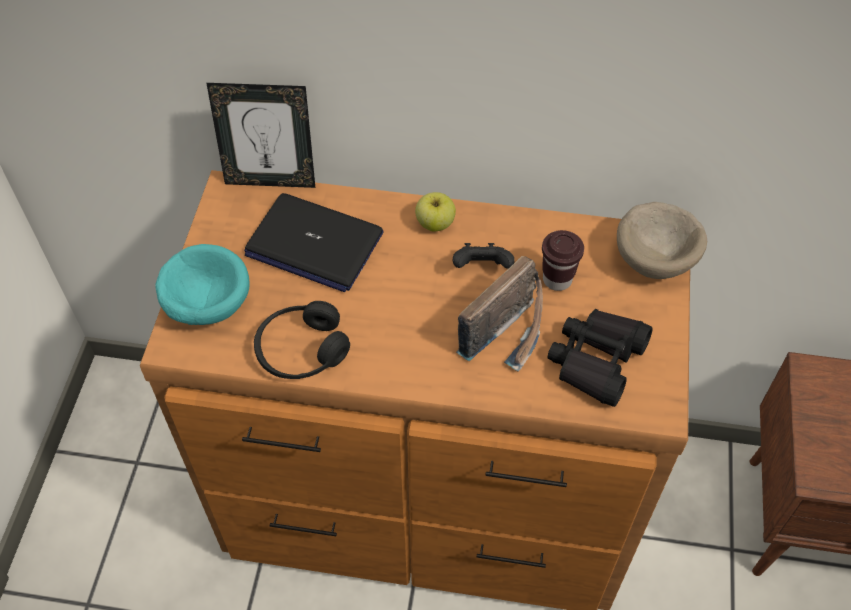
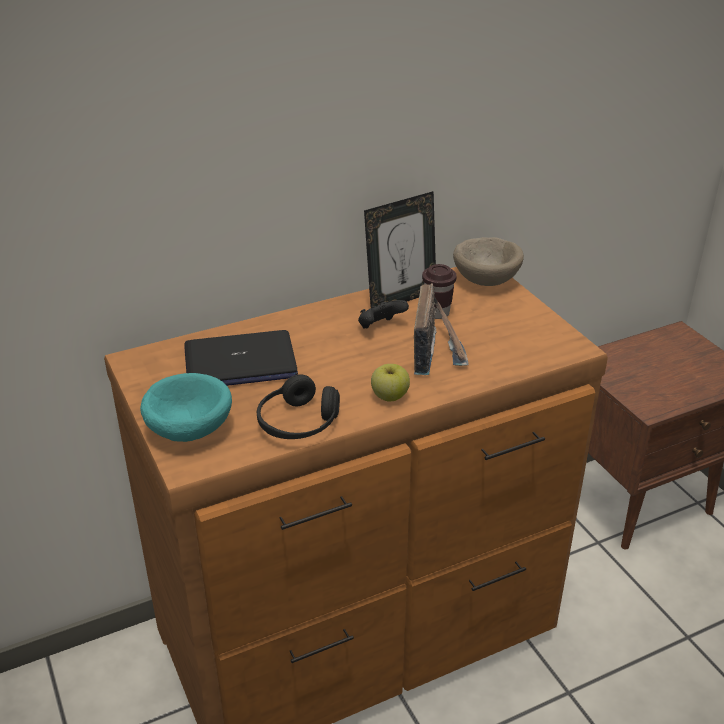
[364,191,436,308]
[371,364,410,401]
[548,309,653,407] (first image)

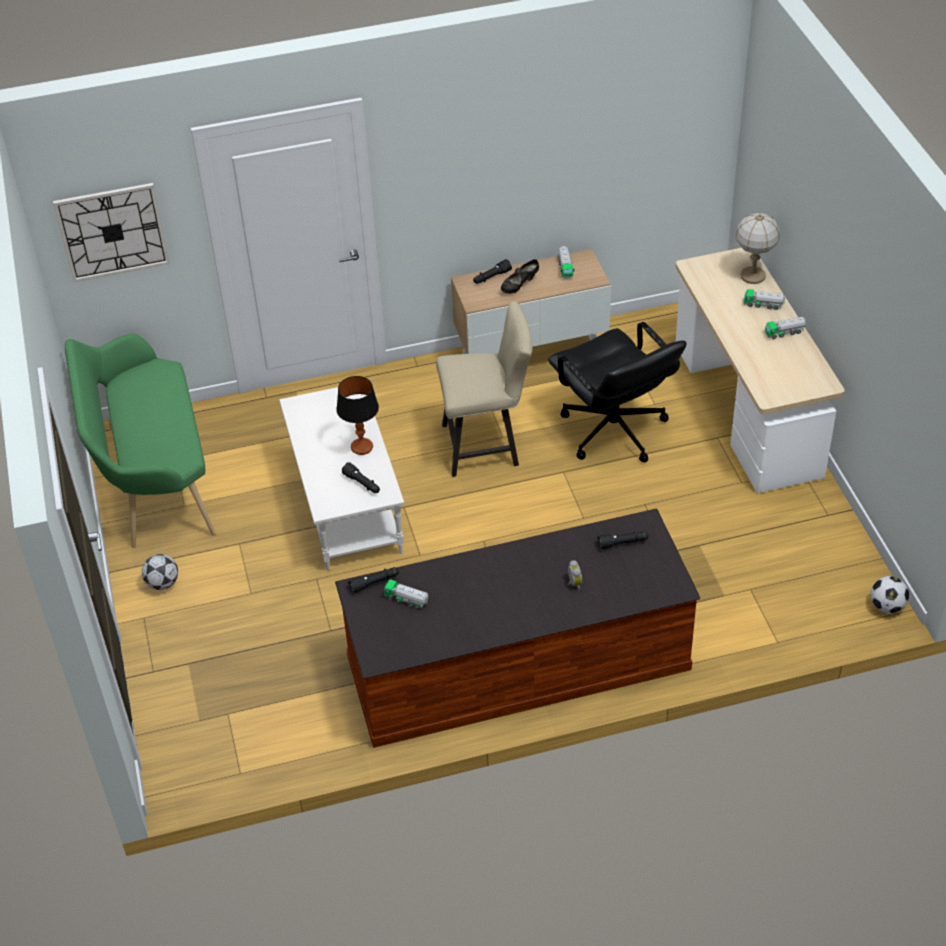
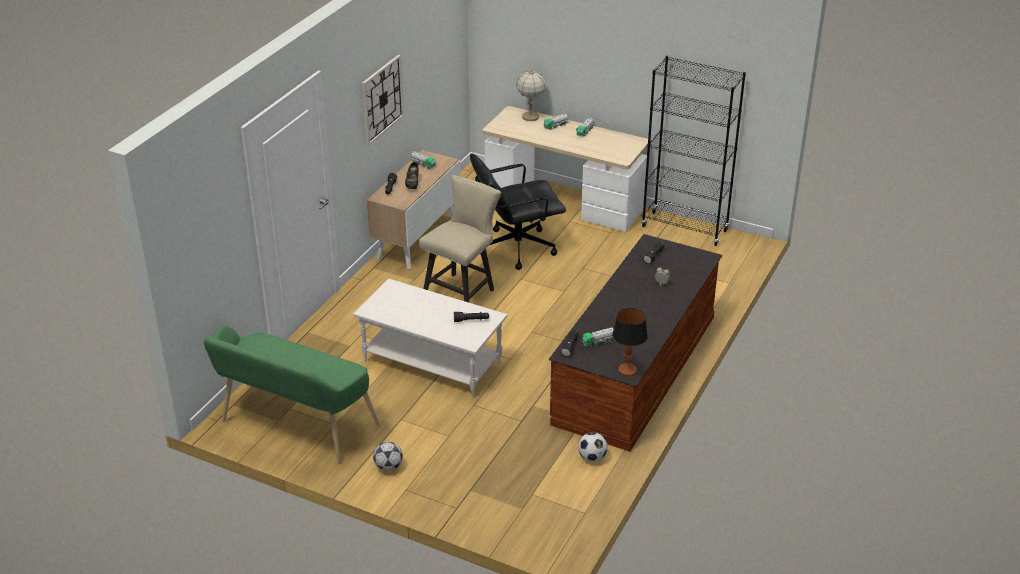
[362,55,404,146]
[612,308,648,376]
[470,153,566,270]
[578,432,608,462]
[641,56,746,246]

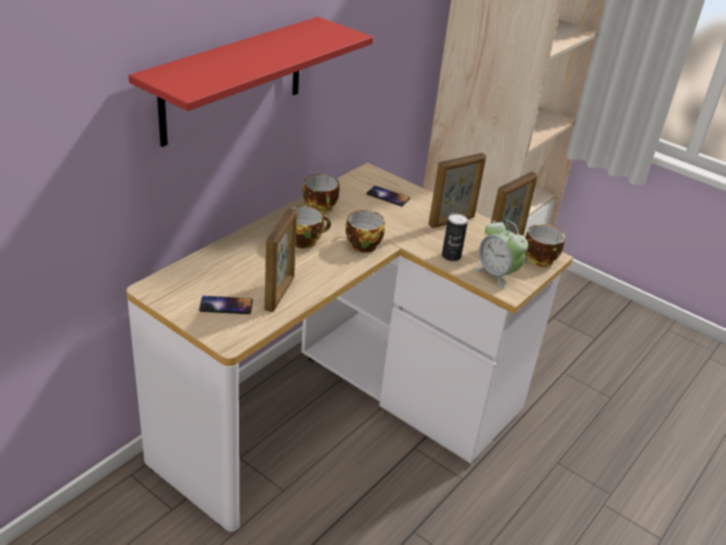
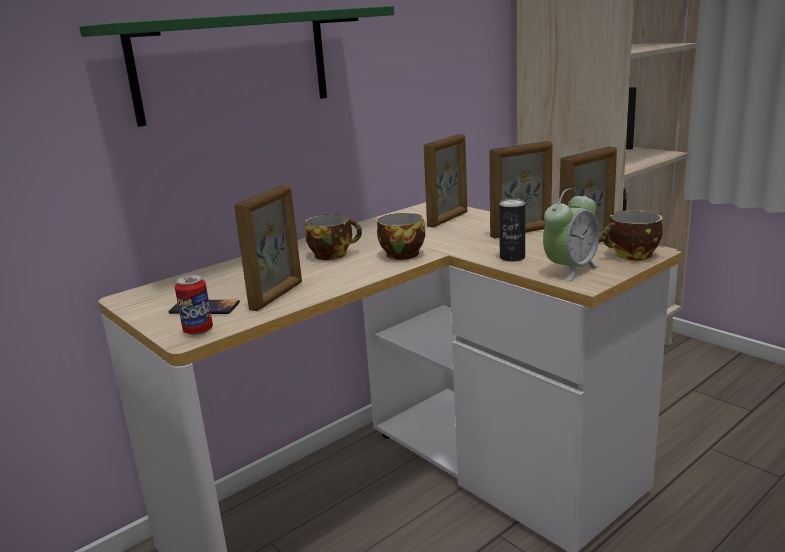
[79,6,394,127]
[303,174,339,214] (first image)
[424,134,467,228]
[543,188,600,282]
[175,275,213,335]

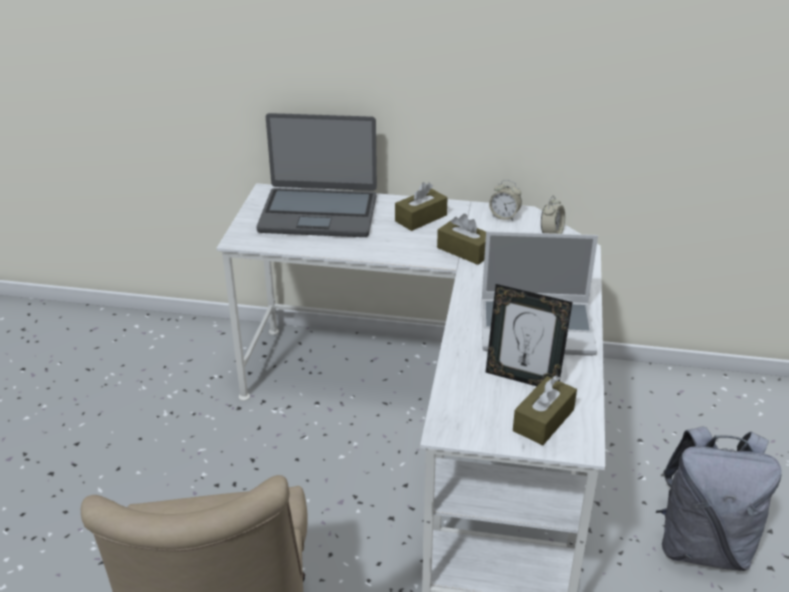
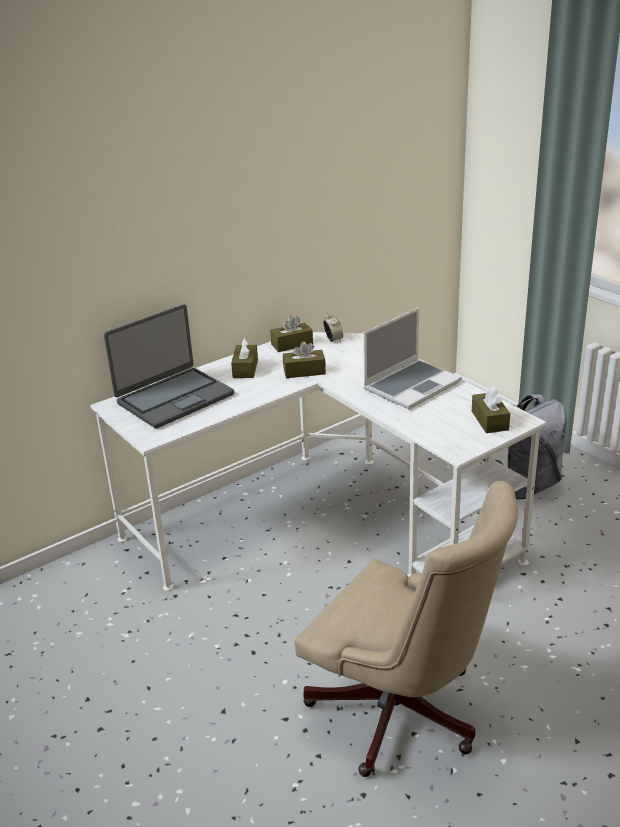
[486,284,573,386] (first image)
[270,315,313,352]

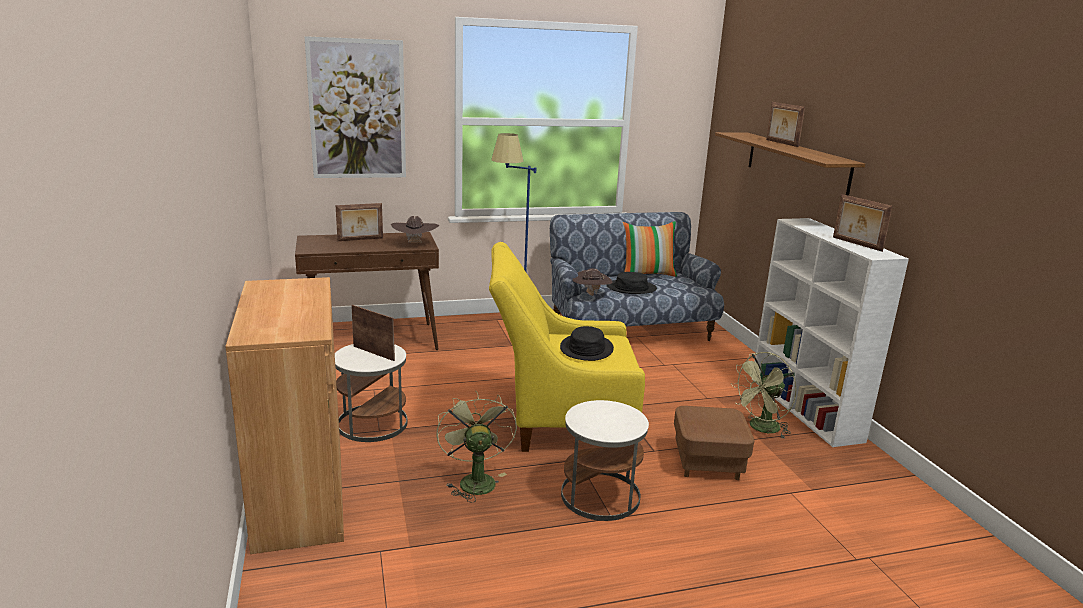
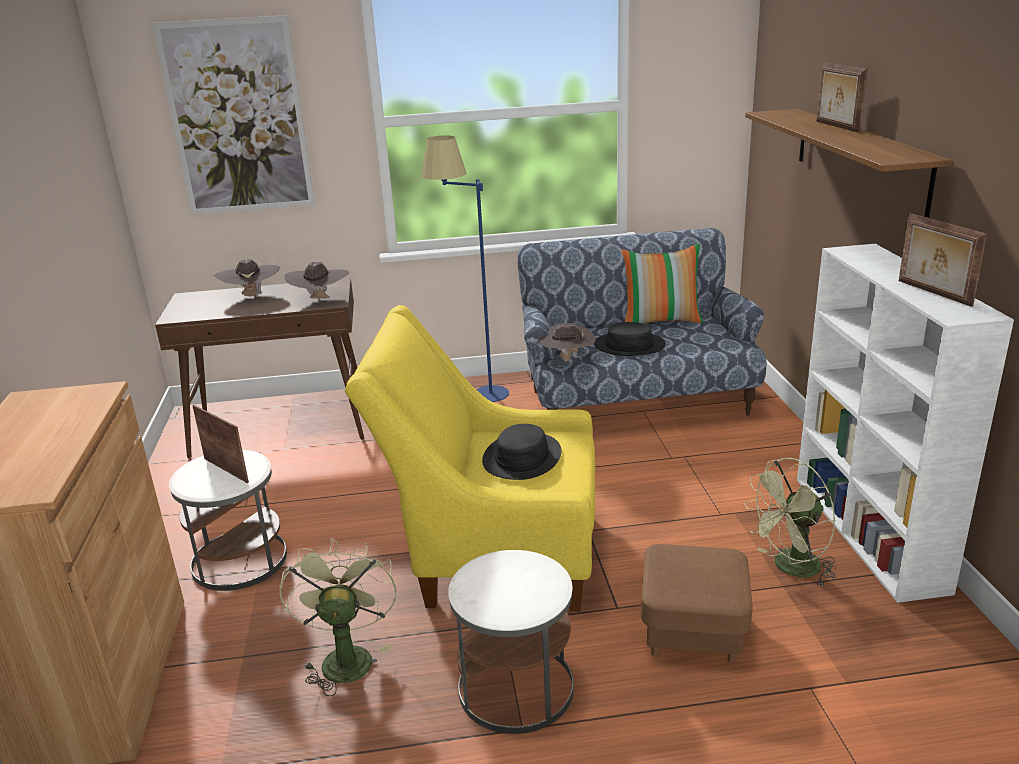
[214,259,280,297]

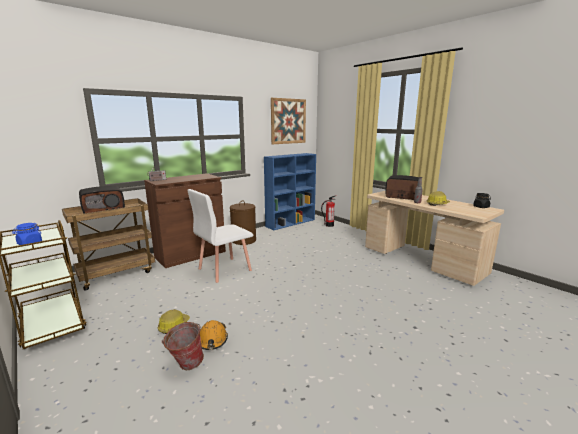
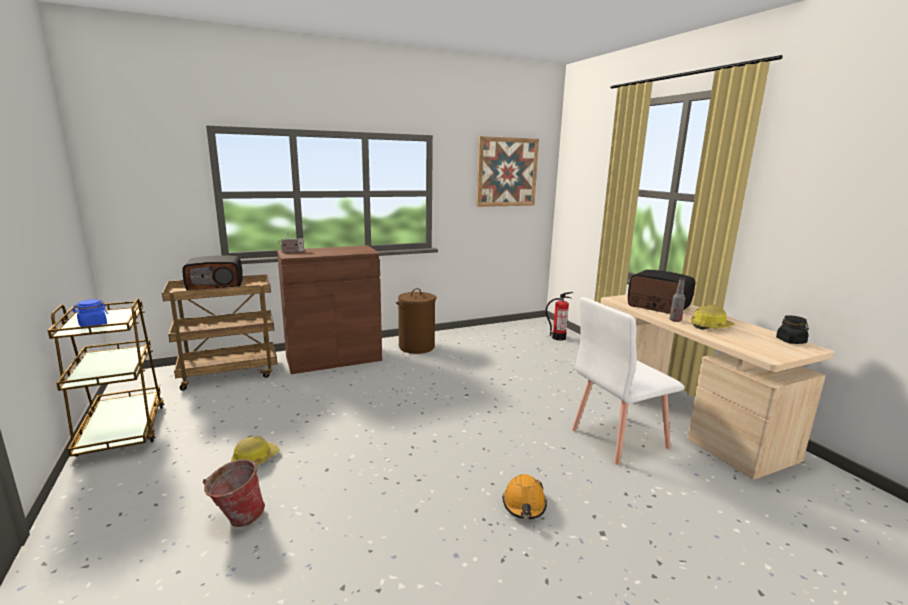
[572,297,685,465]
[502,474,547,519]
[264,153,316,230] (first image)

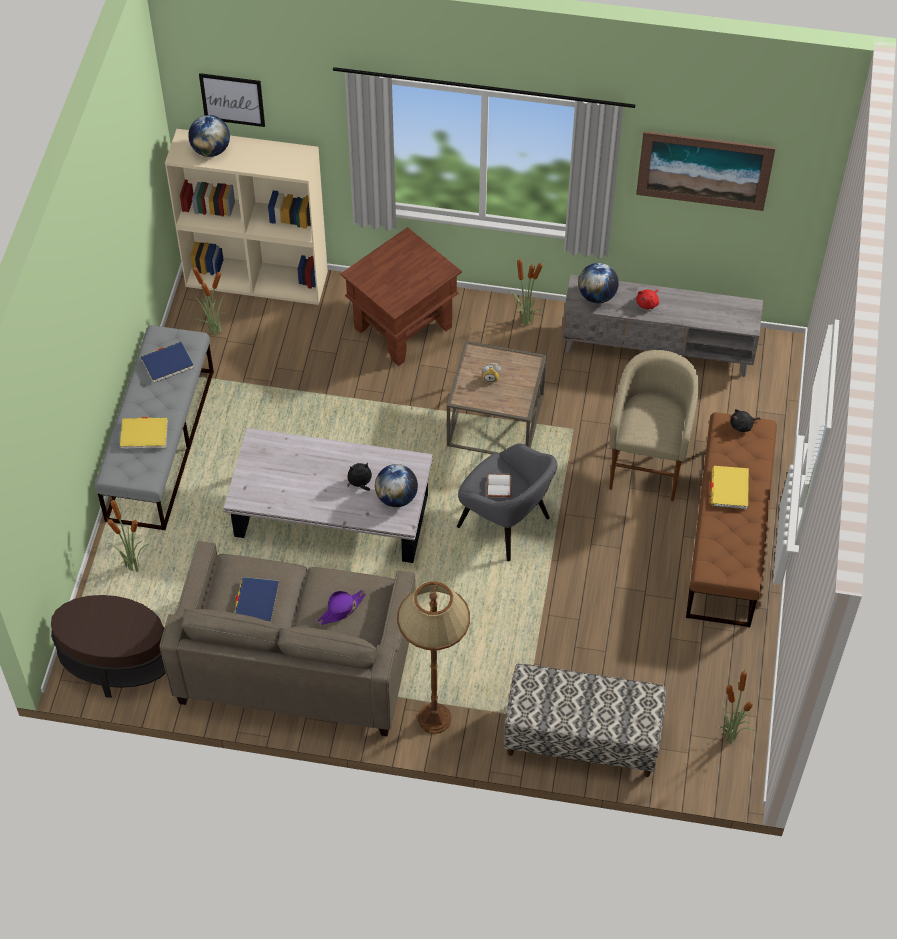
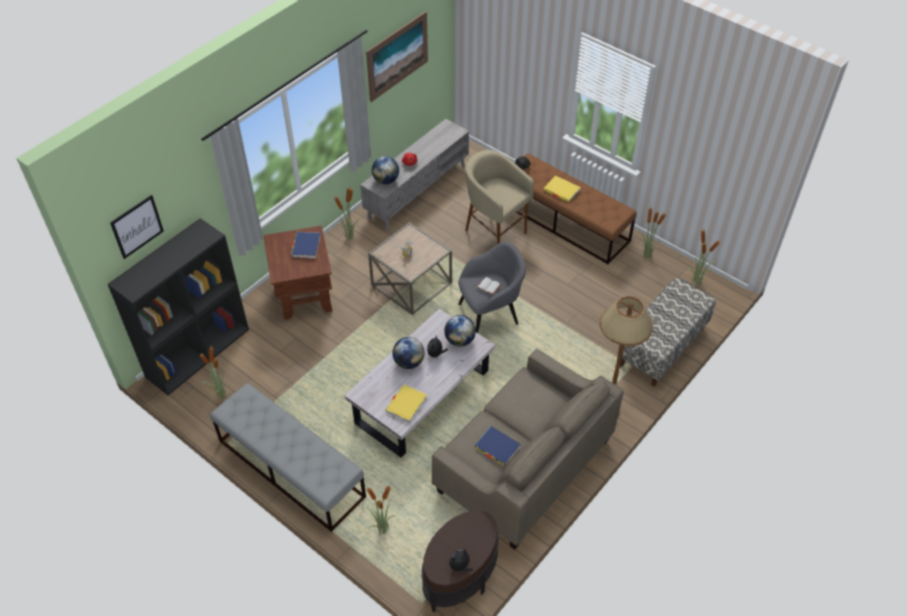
[386,385,427,423]
[291,232,321,259]
[108,218,249,395]
[392,337,425,369]
[317,590,366,625] (first image)
[449,548,473,574]
[640,208,666,259]

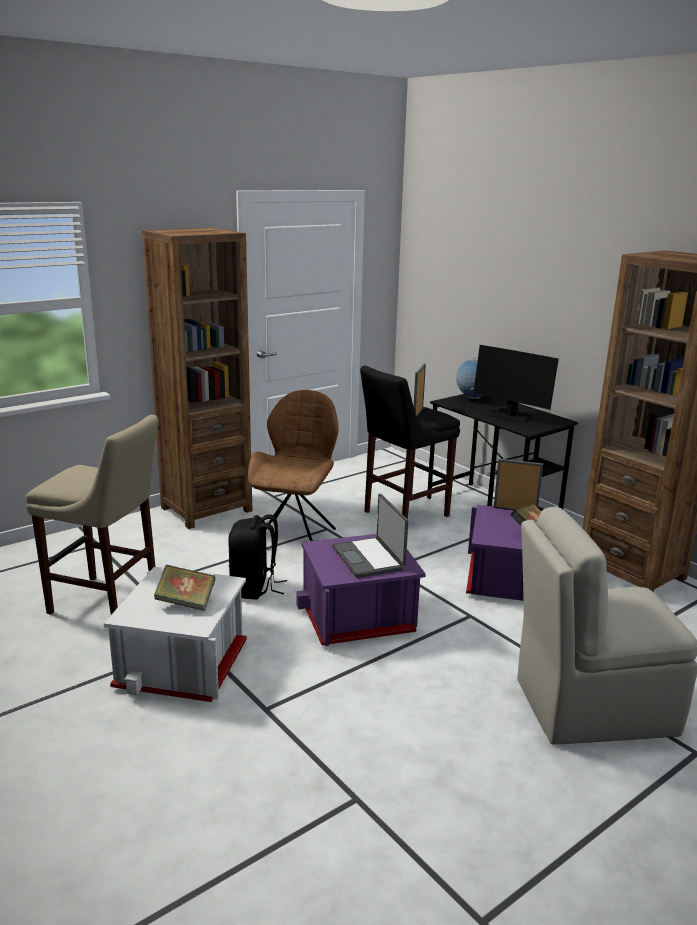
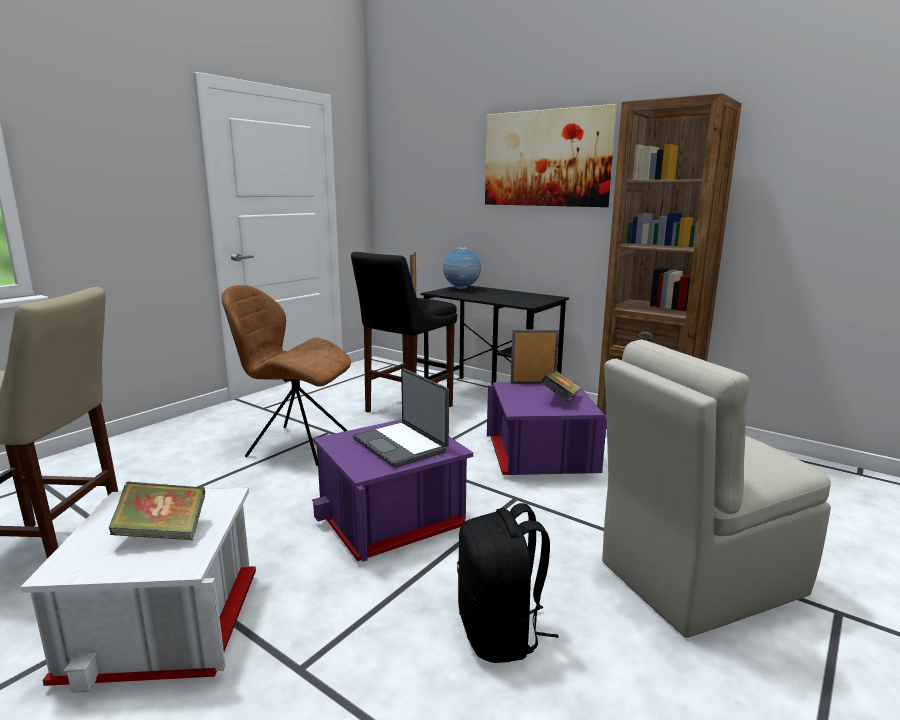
[142,228,252,529] (first image)
[457,503,559,663]
[221,285,351,466]
[473,345,559,423] (first image)
[485,104,617,207]

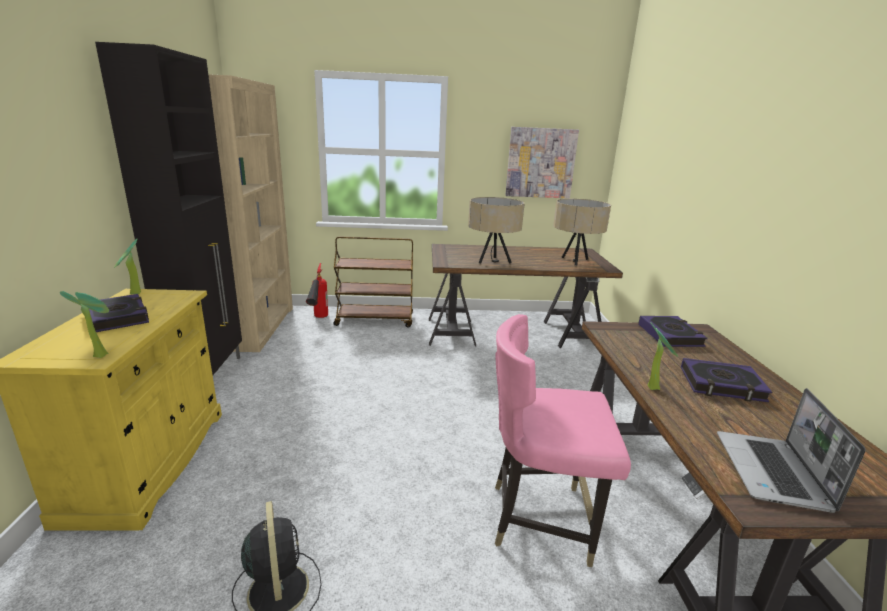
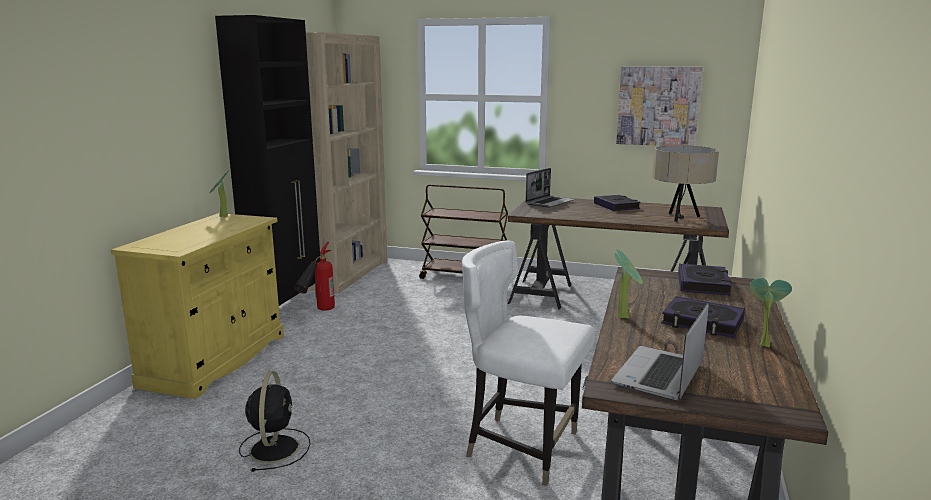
[750,278,792,347]
[594,195,641,211]
[294,242,335,310]
[468,197,525,264] (first image)
[462,240,595,486]
[526,168,574,208]

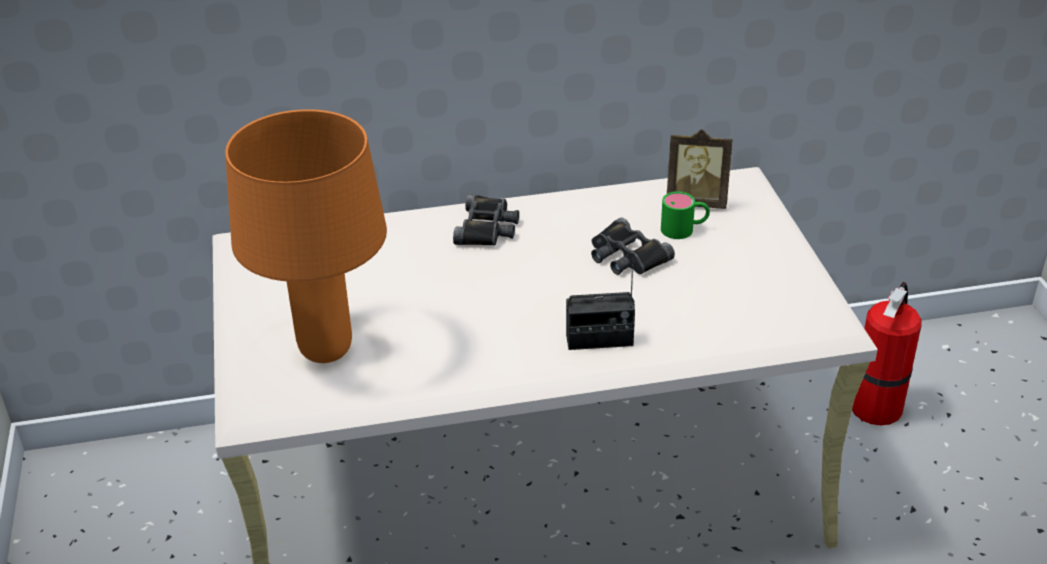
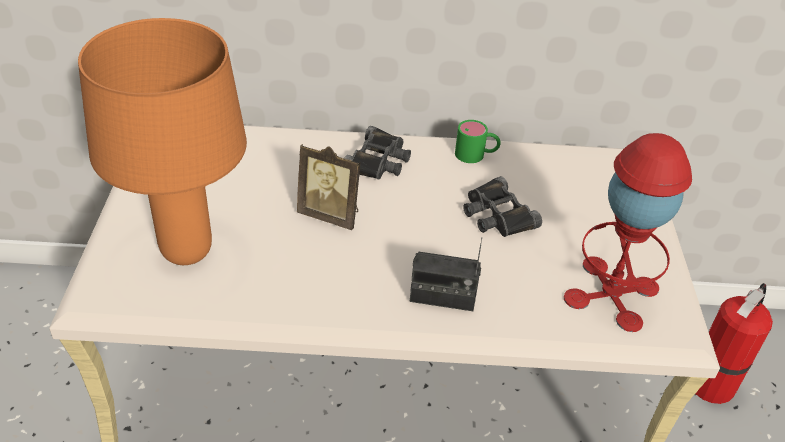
[455,120,501,163]
[297,144,360,230]
[564,133,692,332]

